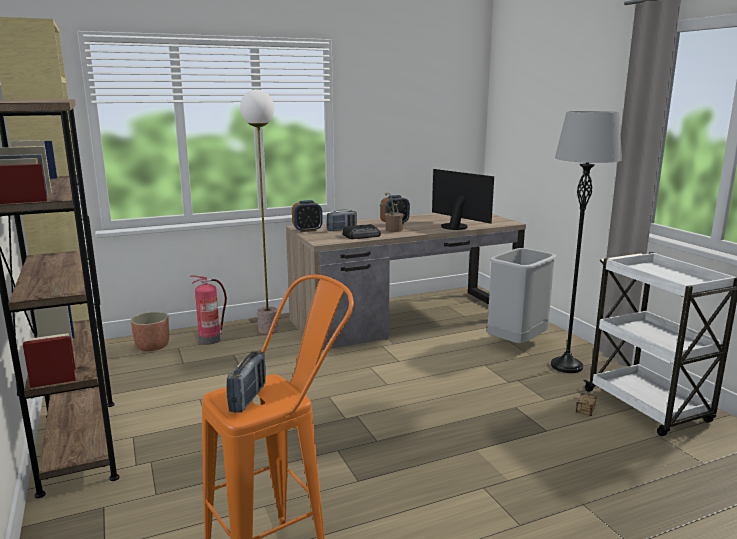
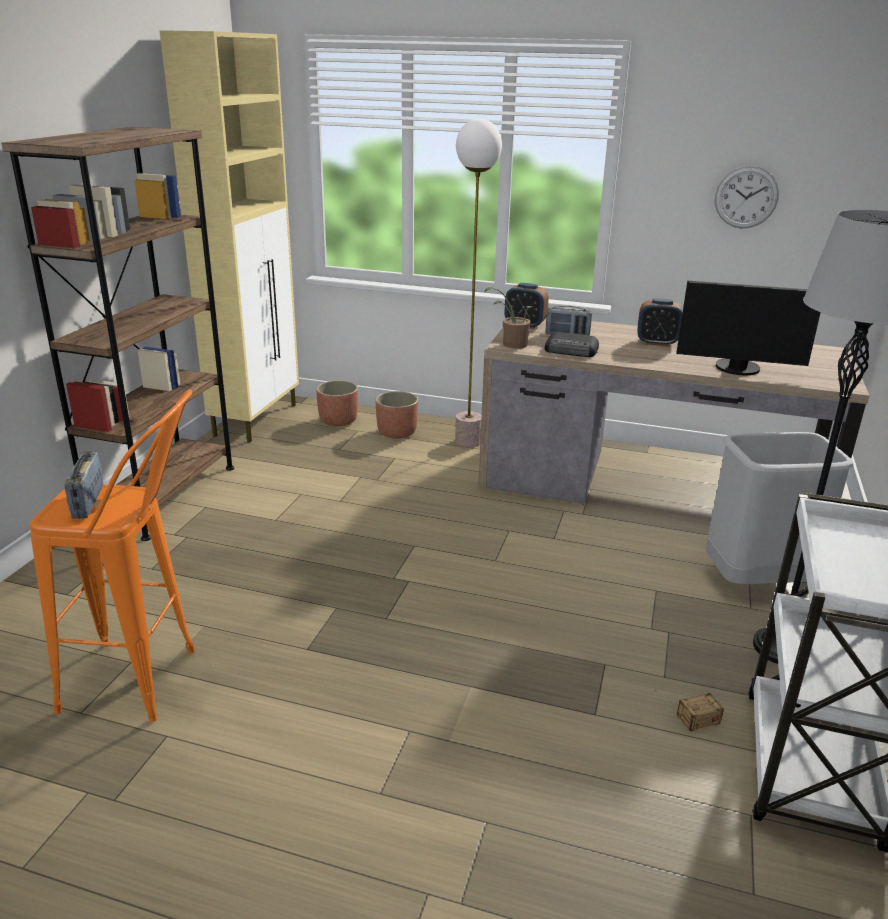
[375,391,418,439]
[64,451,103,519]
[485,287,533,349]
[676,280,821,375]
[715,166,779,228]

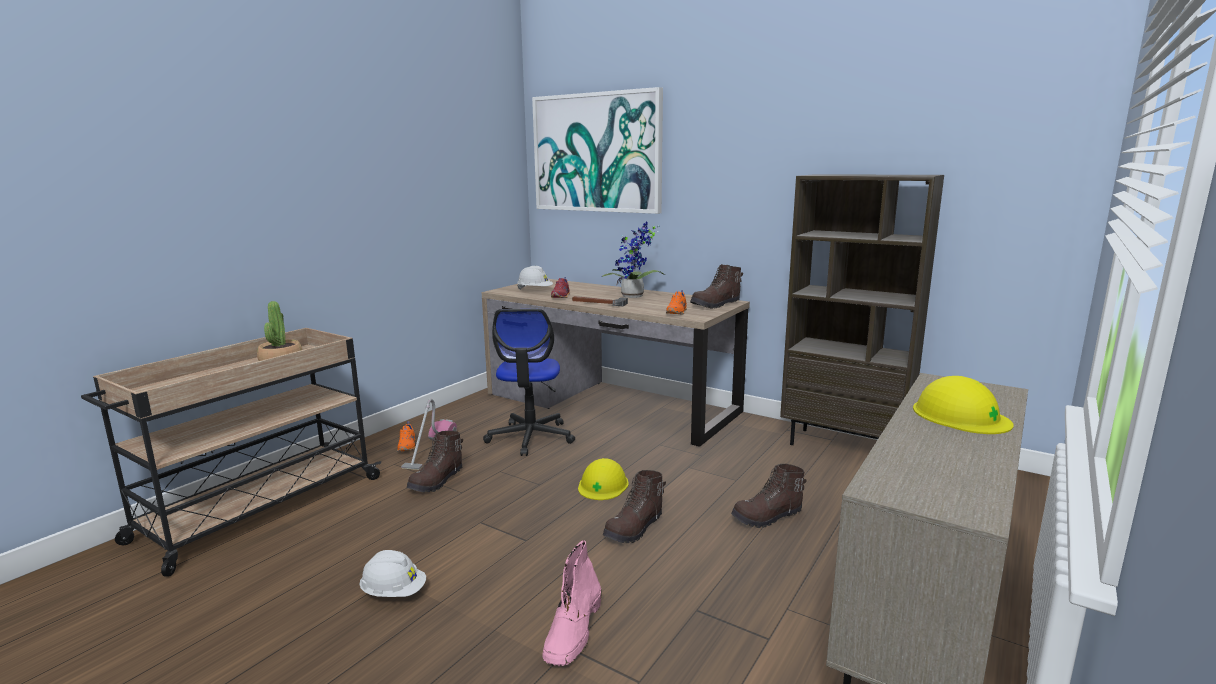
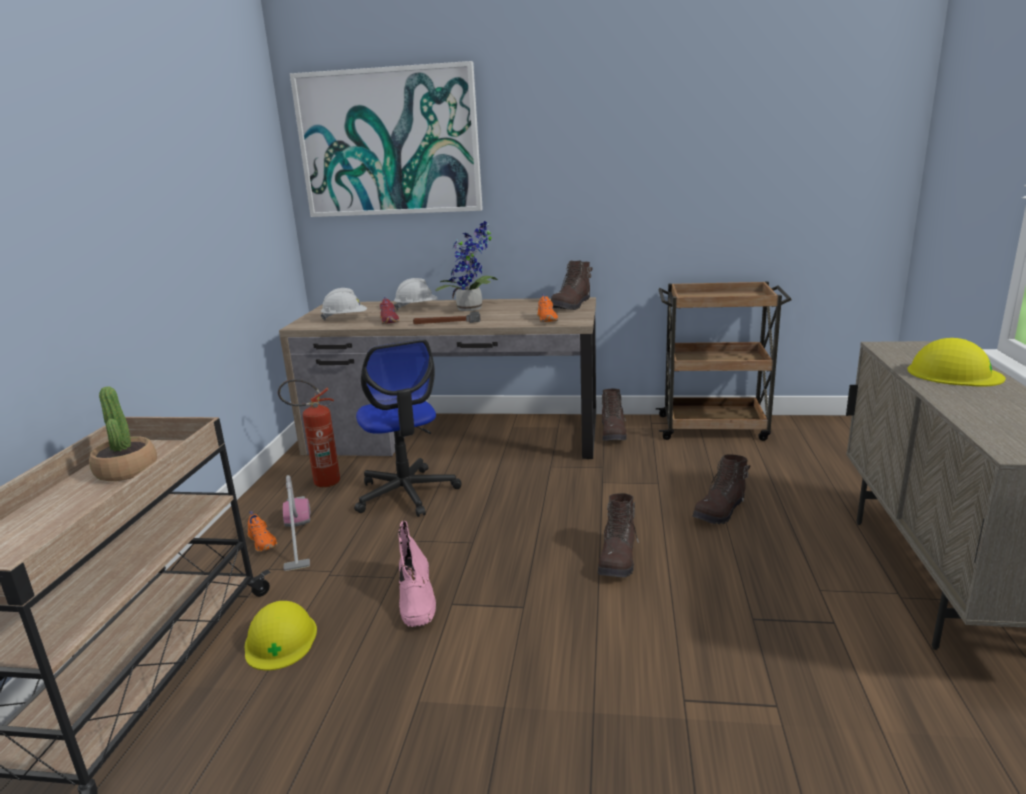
[394,278,438,310]
[602,388,627,441]
[399,521,437,627]
[245,601,317,670]
[656,282,792,441]
[278,379,340,487]

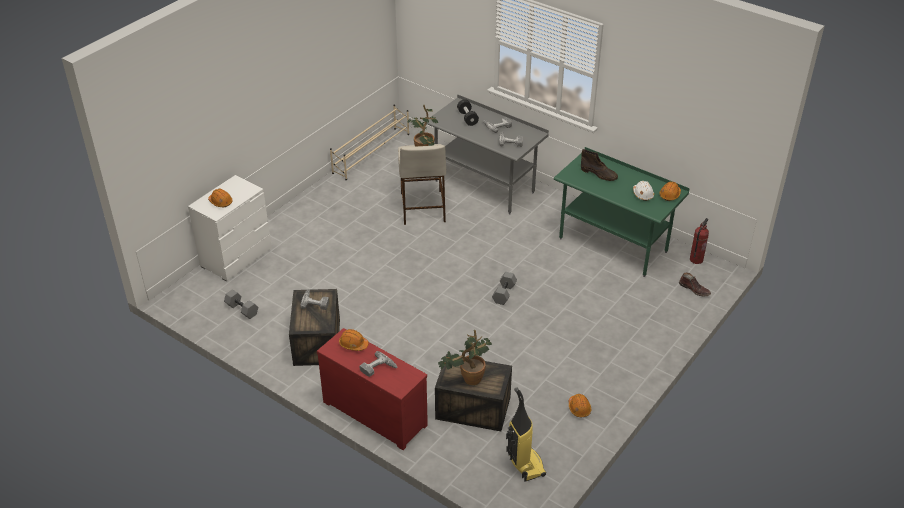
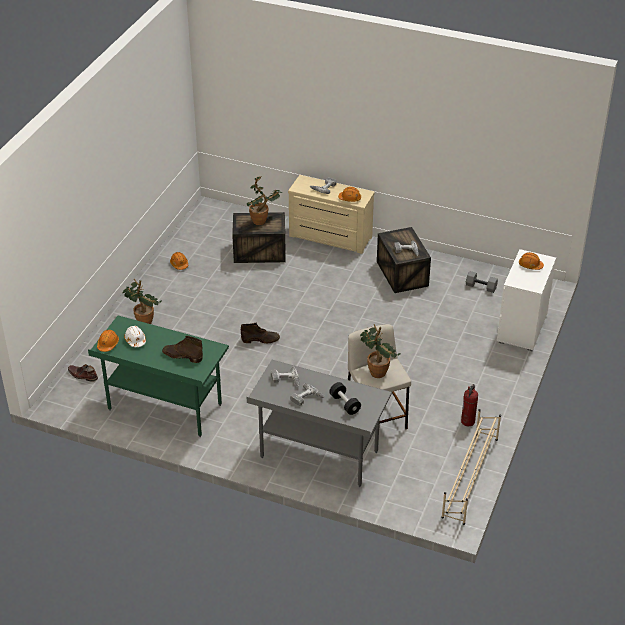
[288,175,375,254]
[241,322,280,344]
[506,387,546,482] (first image)
[461,384,478,426]
[122,279,162,324]

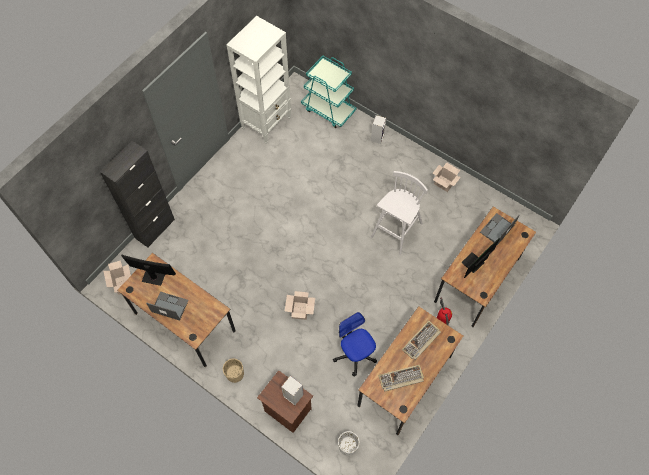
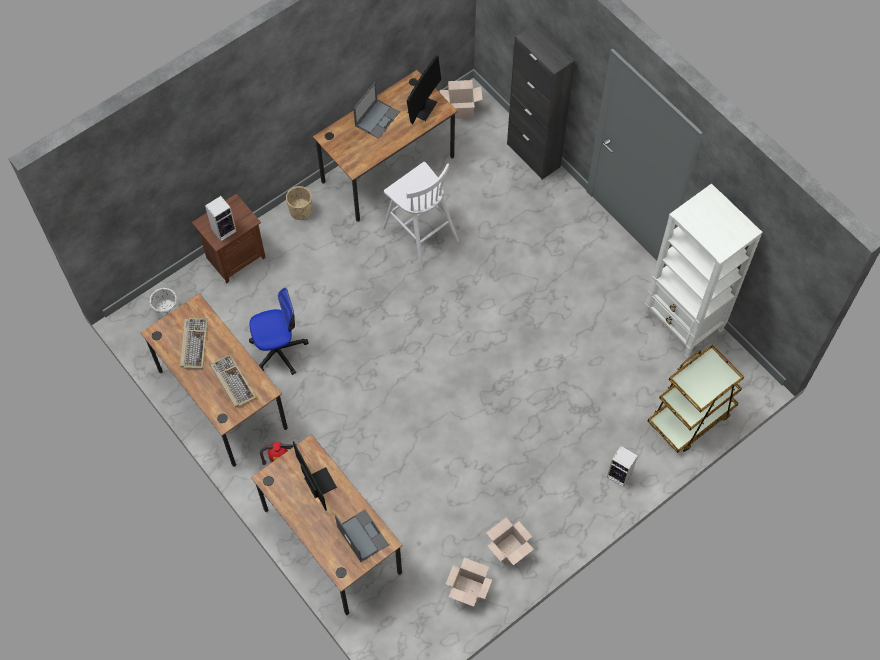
[446,558,492,607]
[648,344,745,453]
[382,162,459,269]

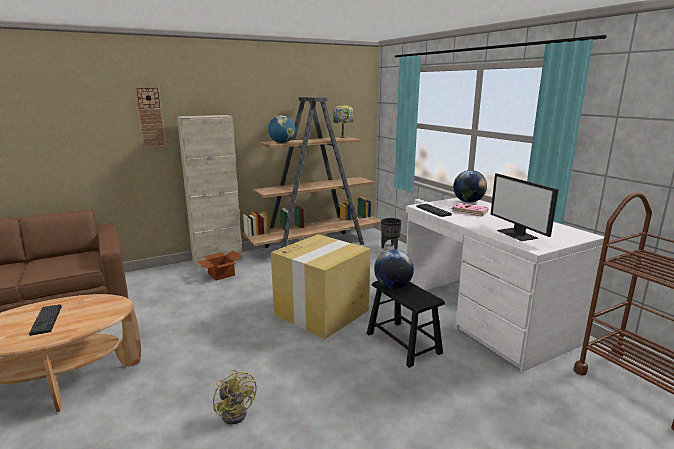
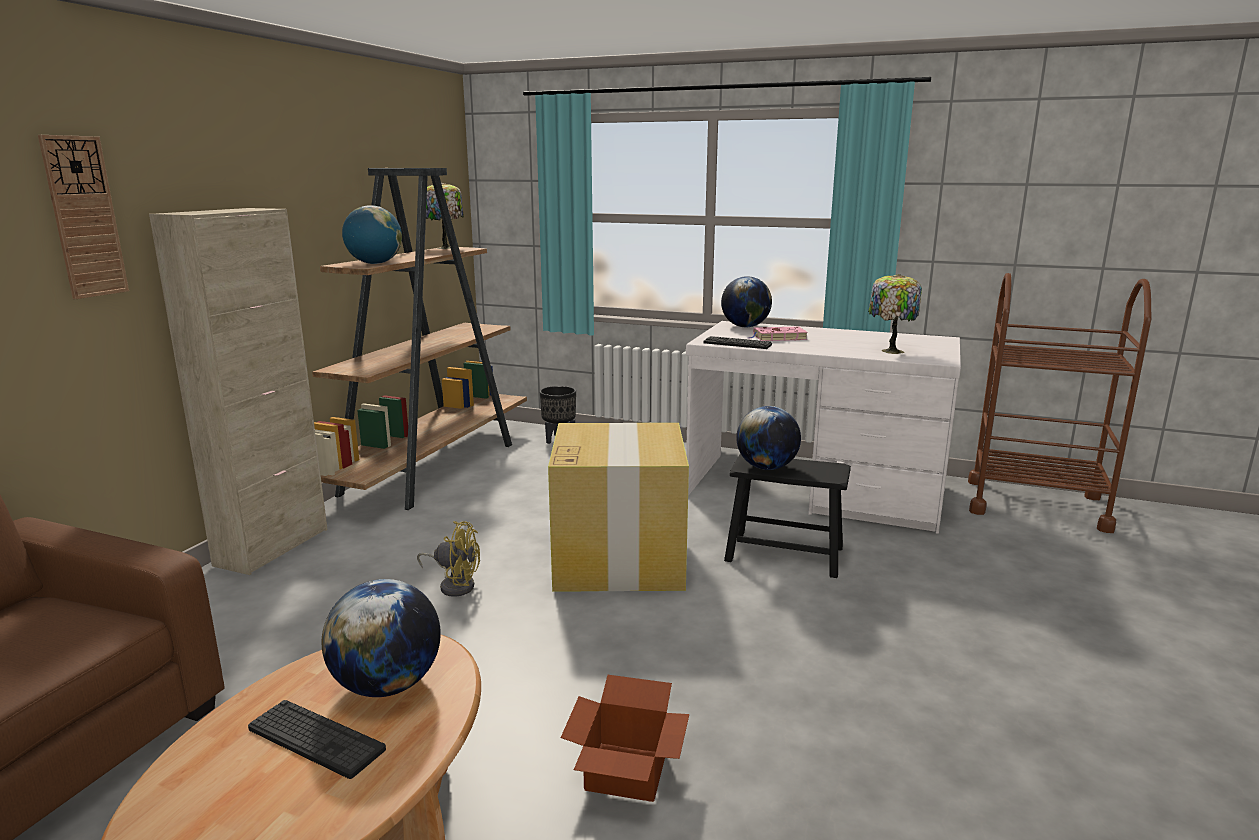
[561,675,689,802]
[417,521,480,597]
[868,274,922,354]
[322,579,441,697]

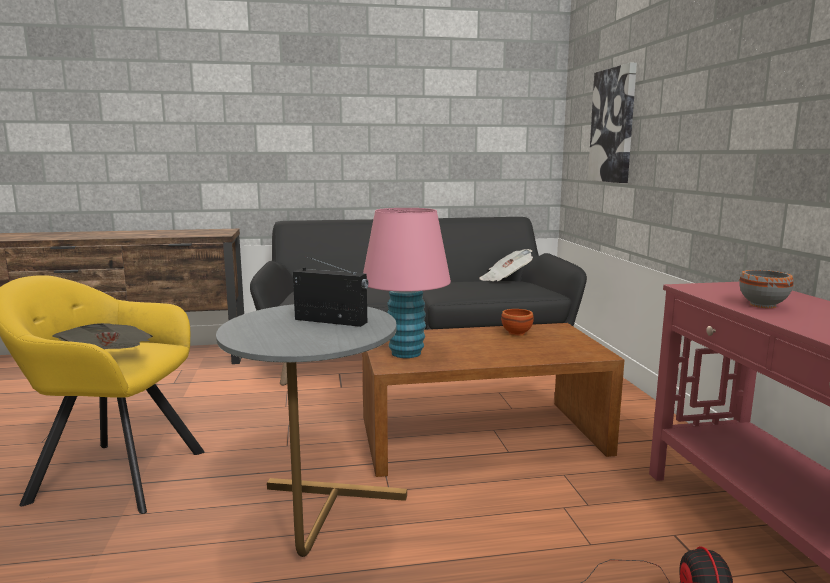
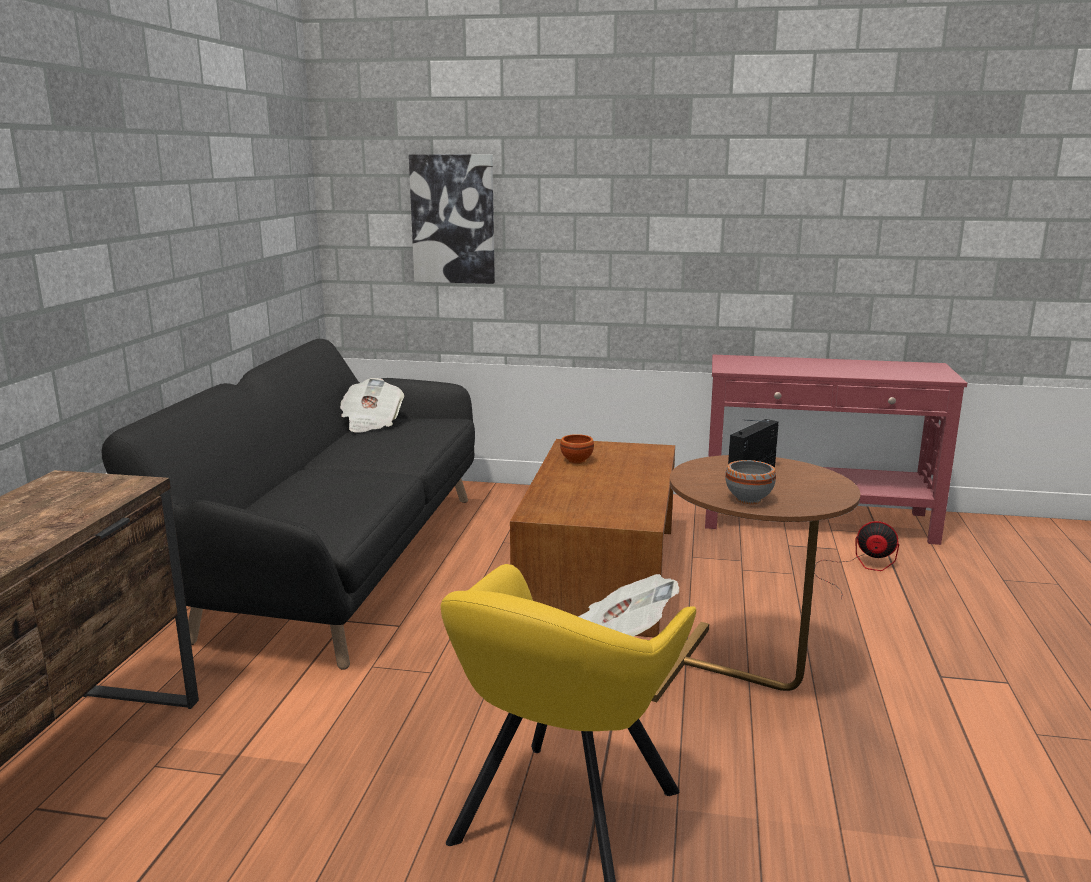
[652,455,860,702]
[363,208,451,358] (first image)
[725,460,776,504]

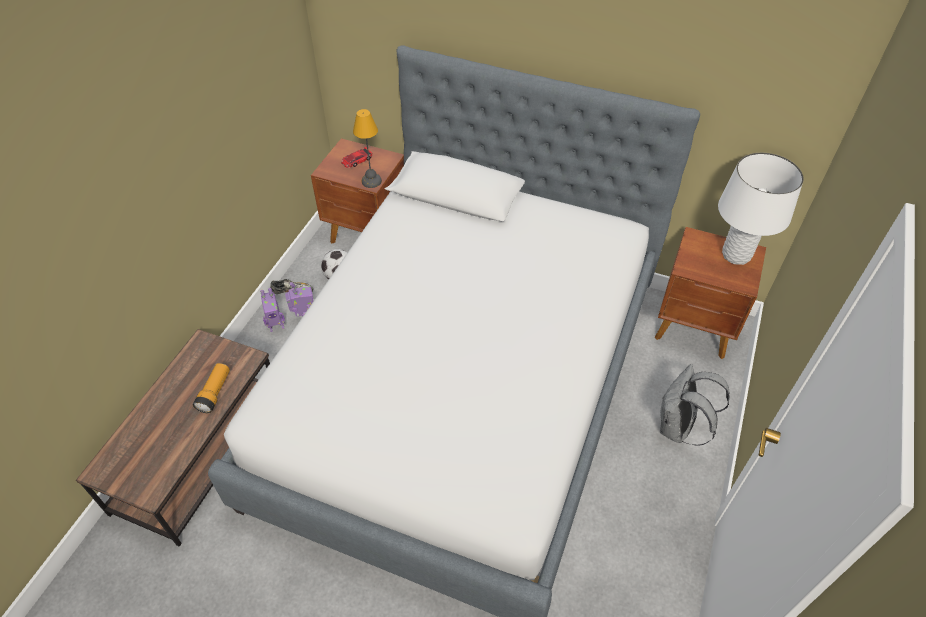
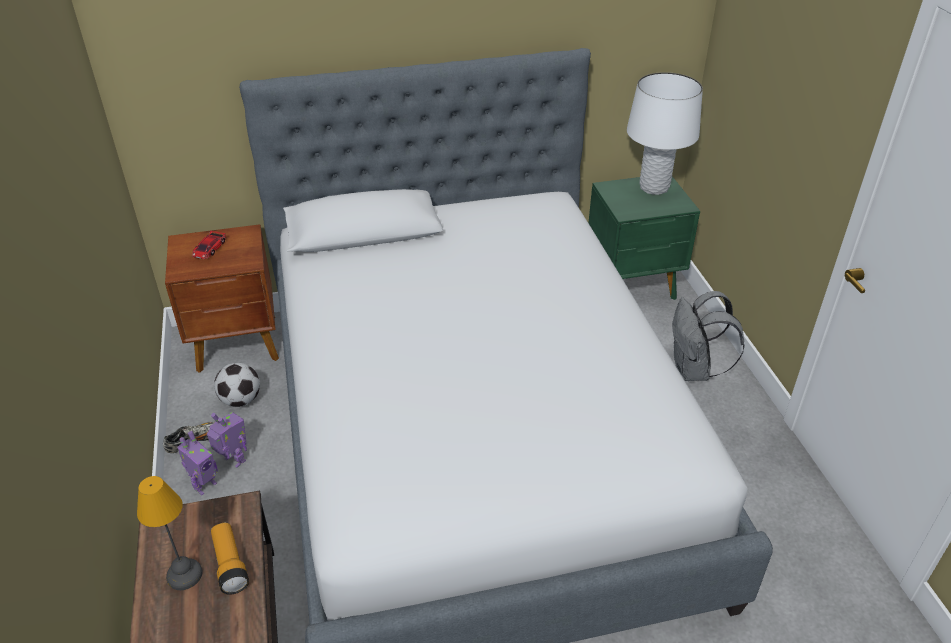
[137,476,203,590]
[589,177,700,300]

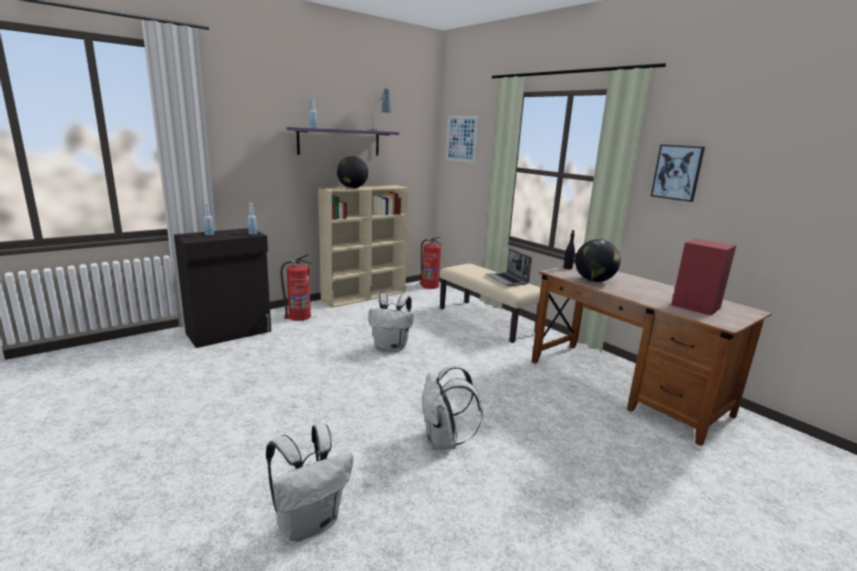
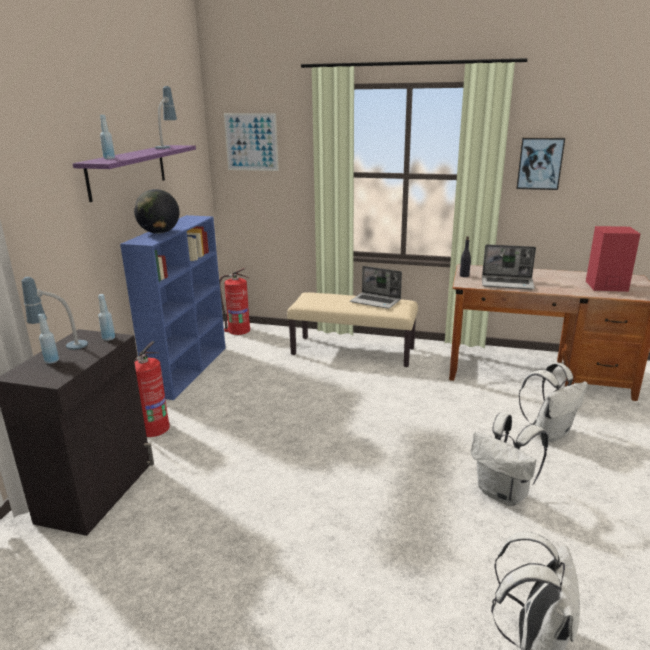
[120,215,226,400]
[519,363,588,442]
[482,244,536,290]
[21,277,88,350]

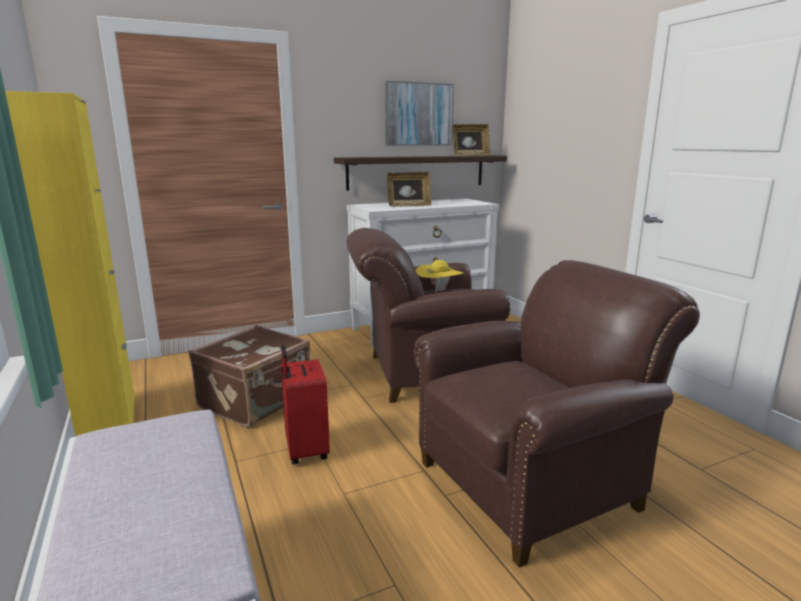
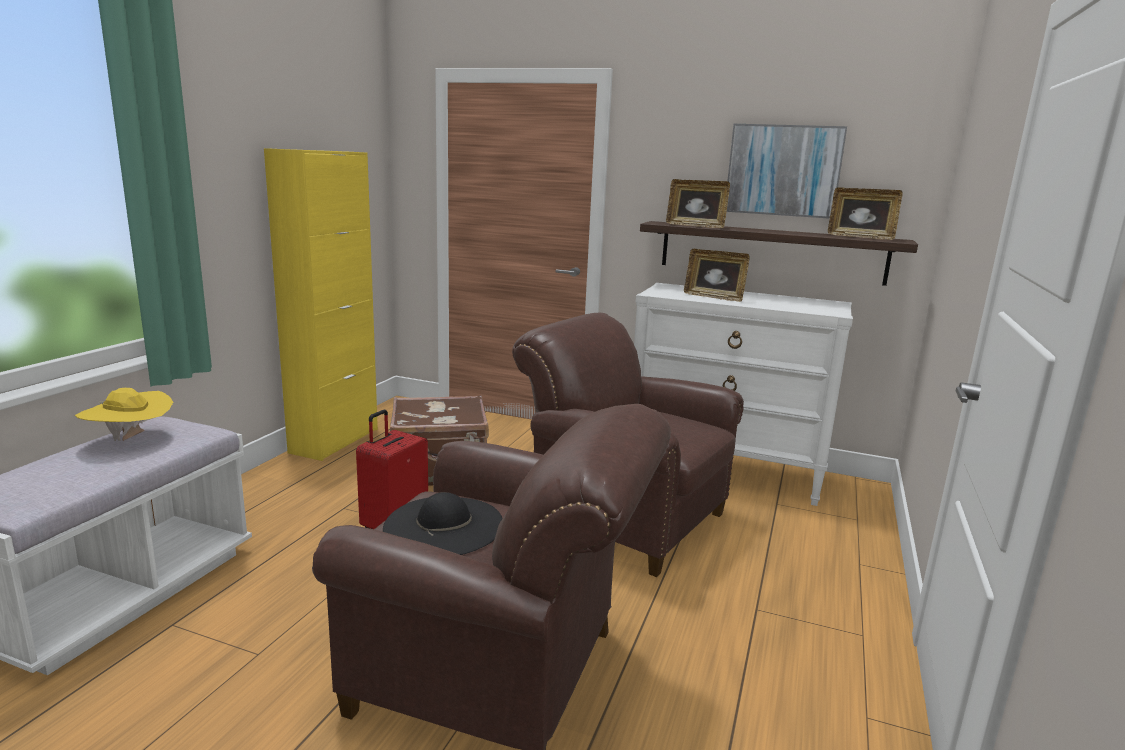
[75,388,173,441]
[383,492,503,555]
[666,179,730,228]

